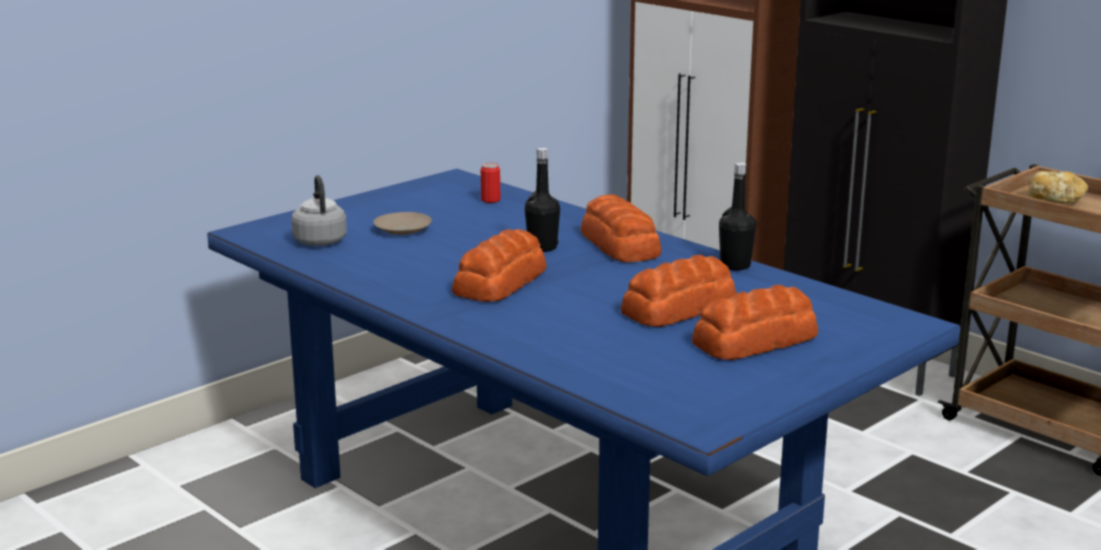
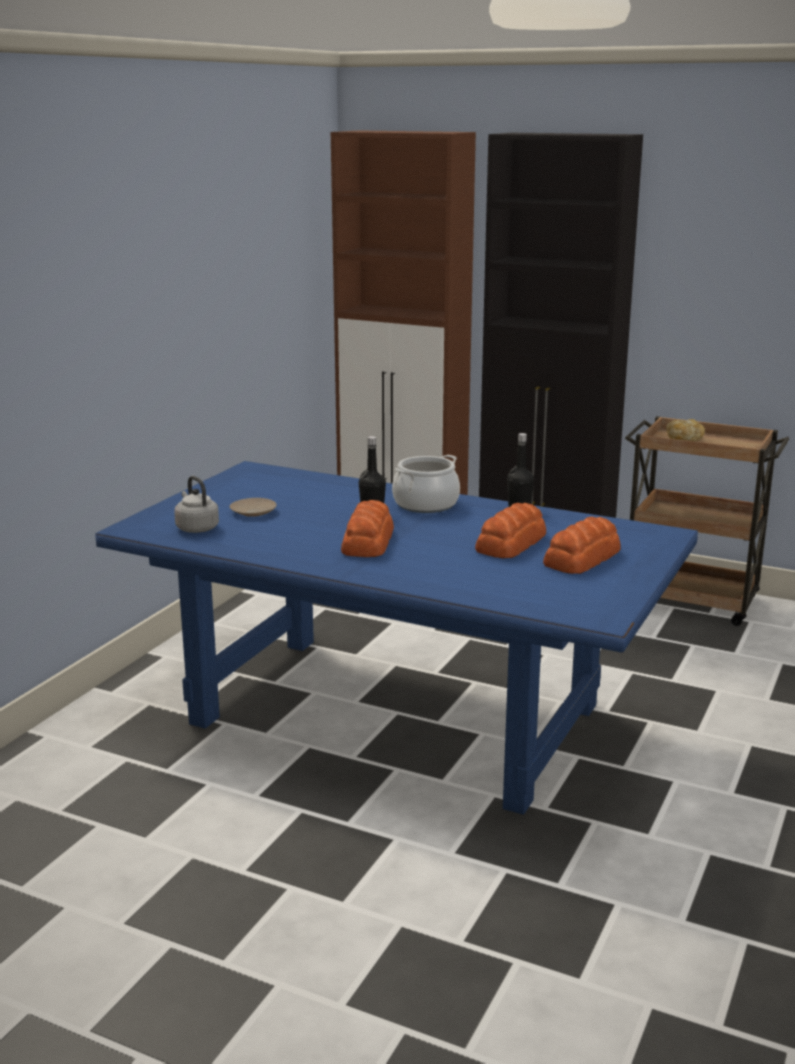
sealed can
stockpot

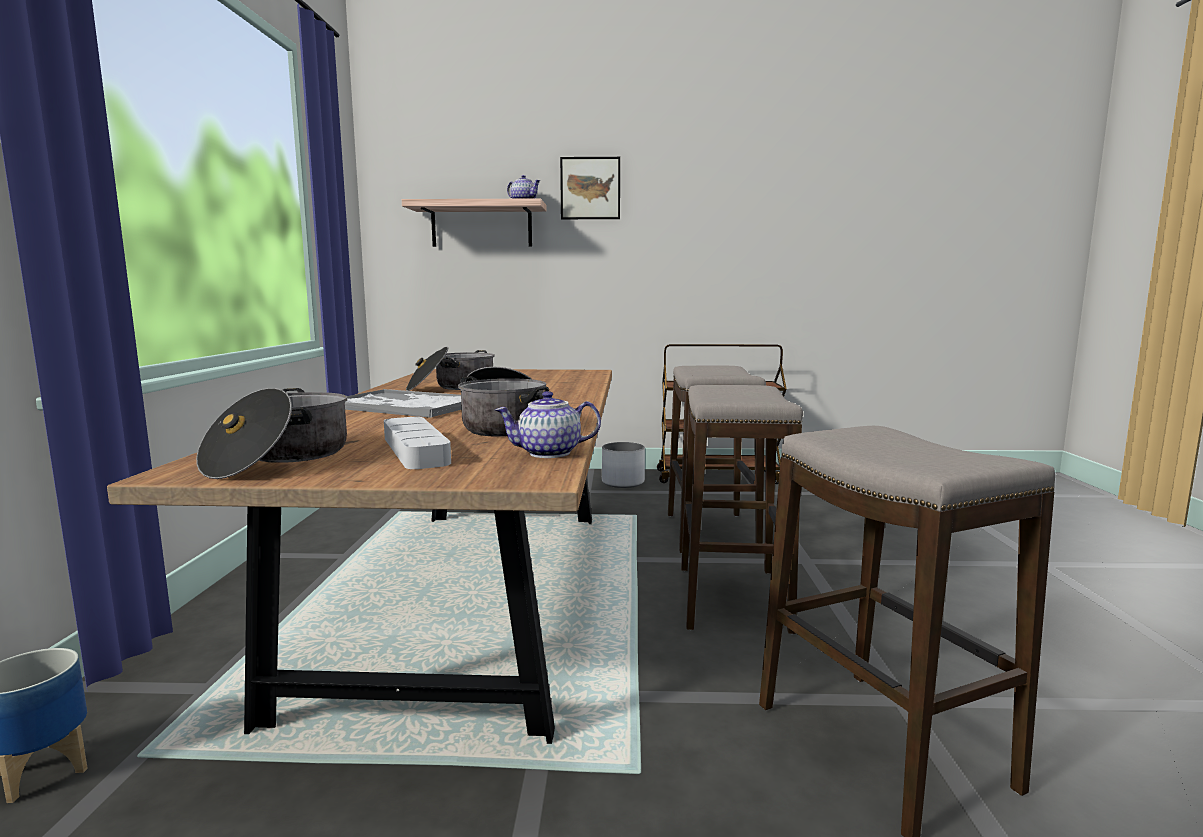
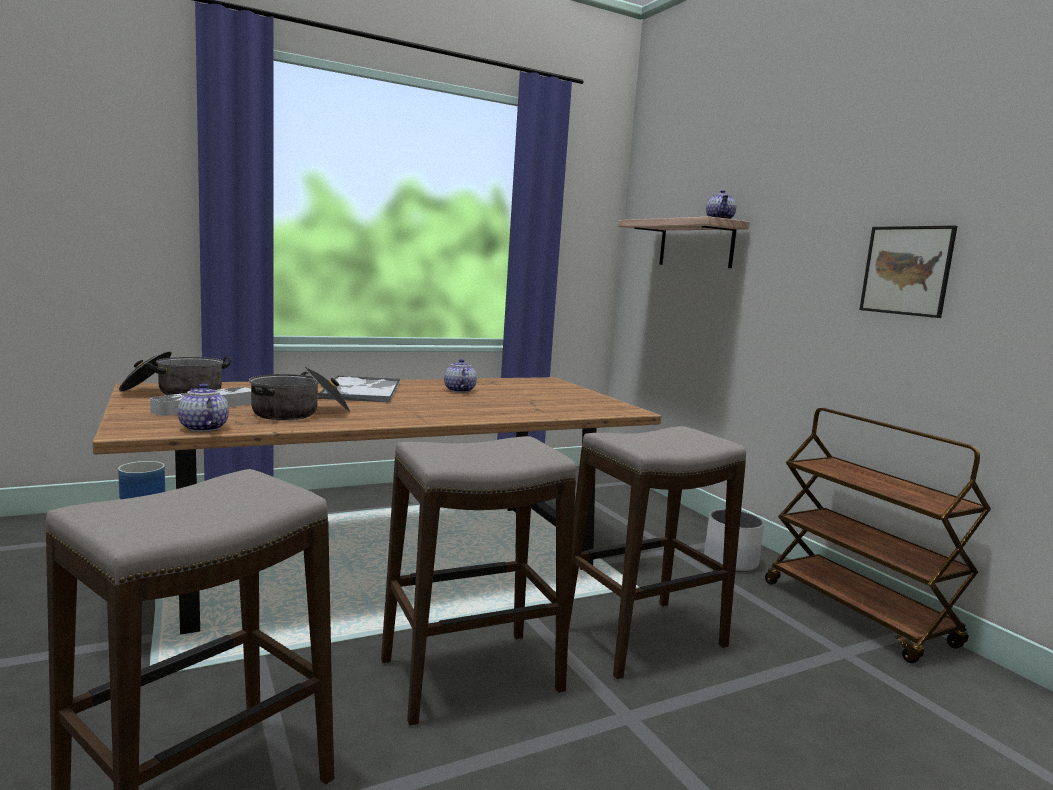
picture
teapot (no. 2 from left)

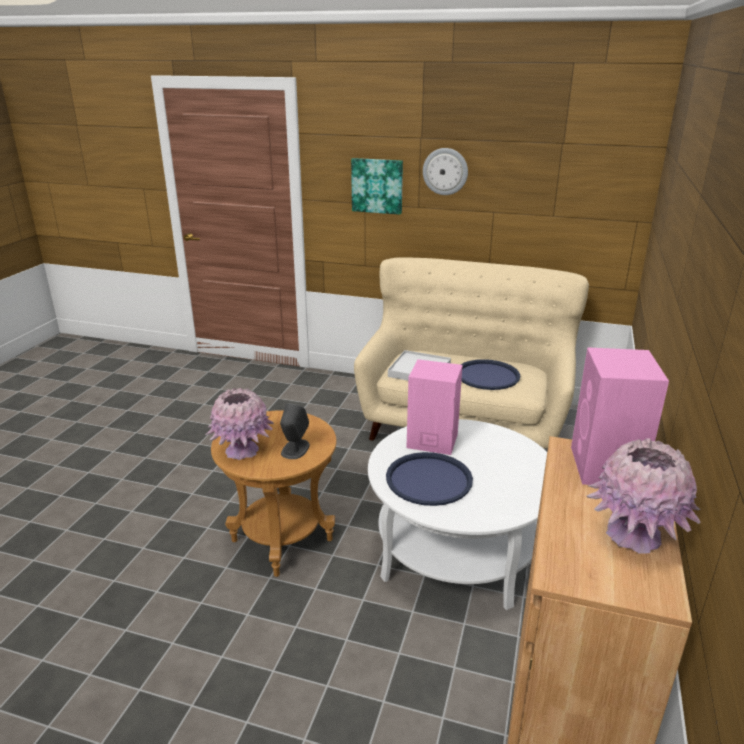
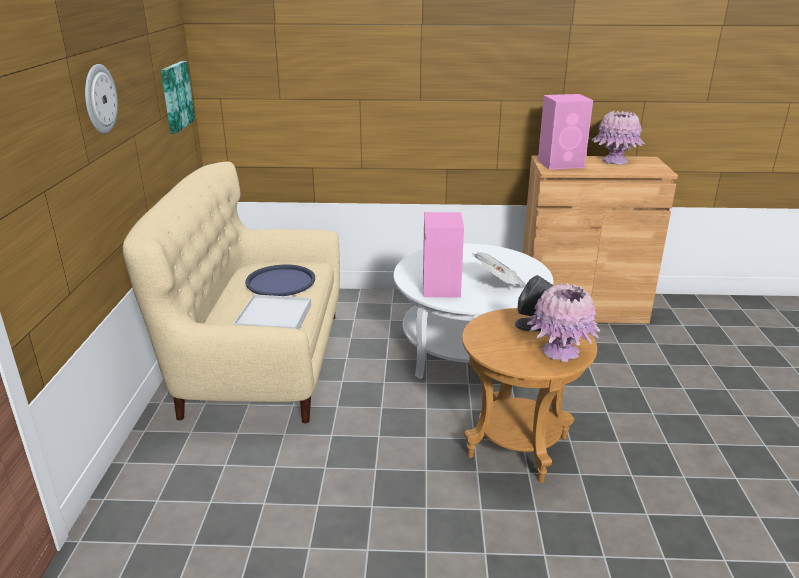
picture
printed paper

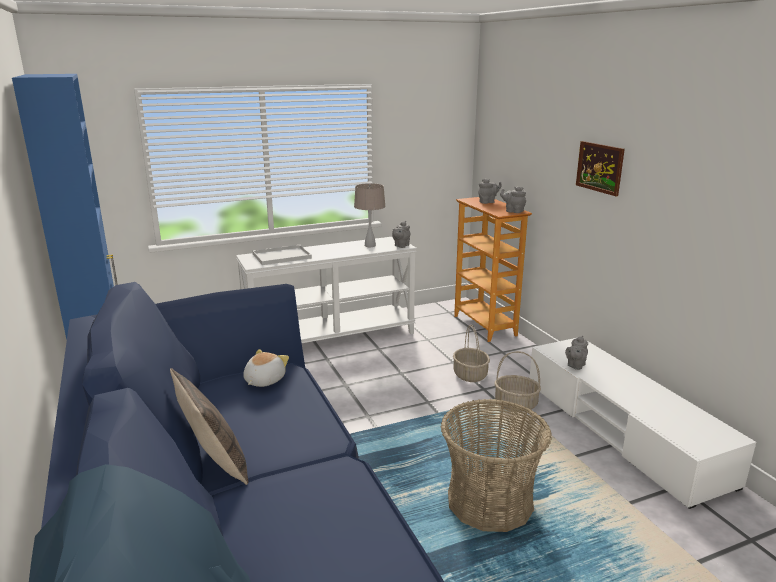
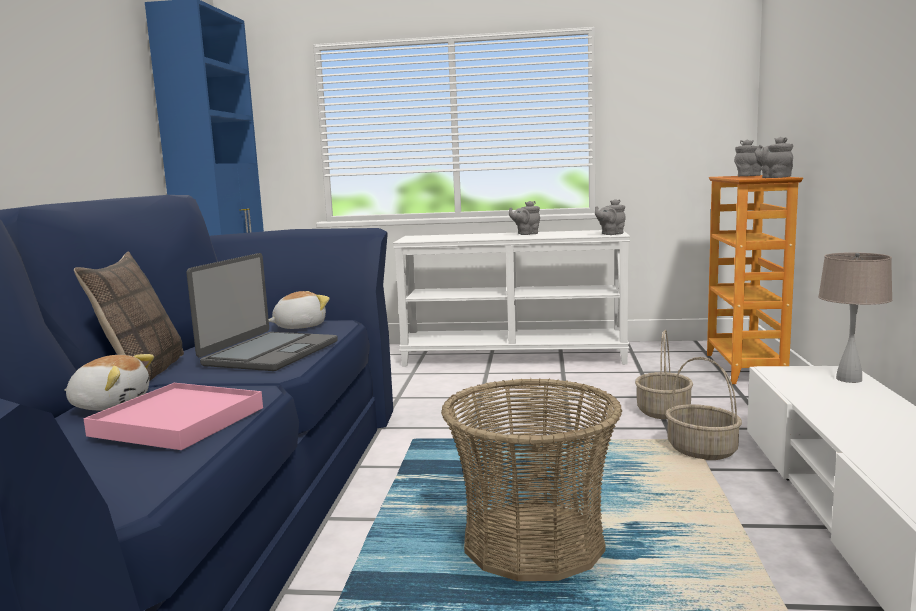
picture
beige table lamp
white-coloured carrying tray
gray teapot (no. 1 from left)
notebook computer
cuddly toy (no. 1 from left)
pinkish carrying tray

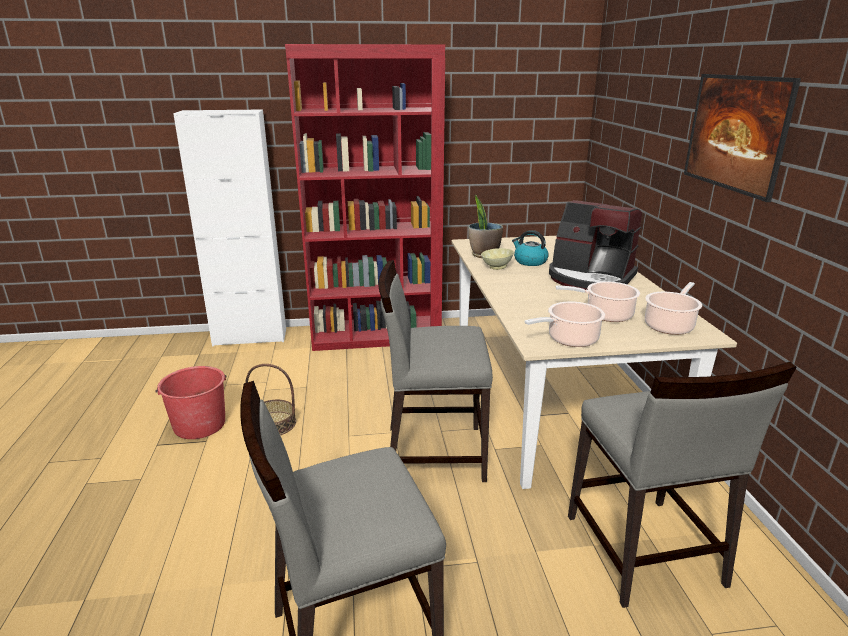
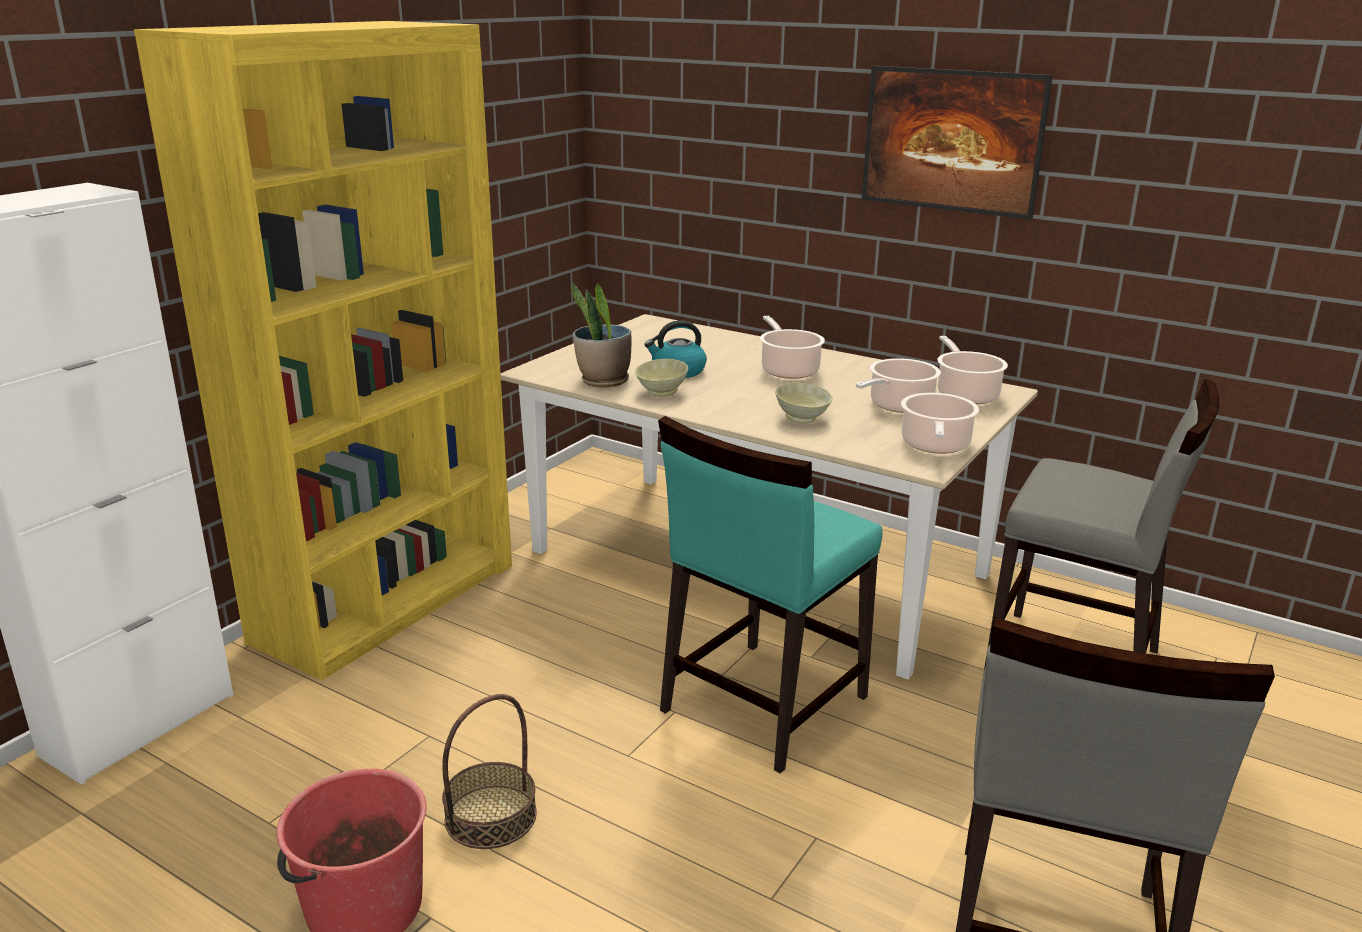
yellow-coloured shelving unit
stockpot (no. 1 from left)
turquoise chair
beige serving bowl (no. 2 from left)

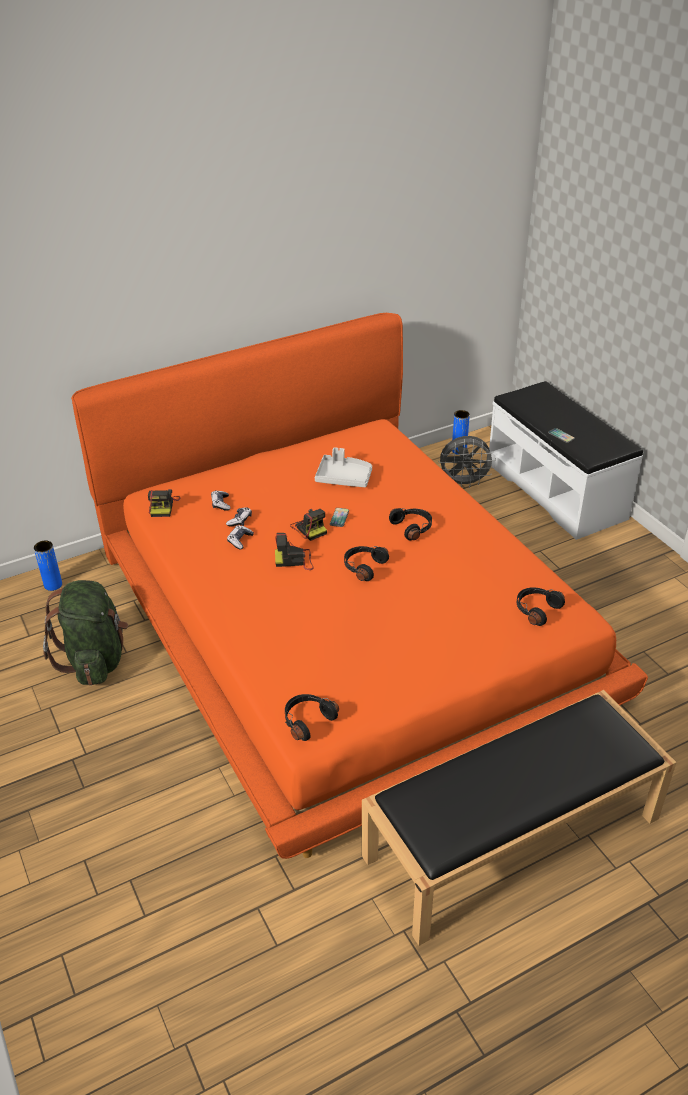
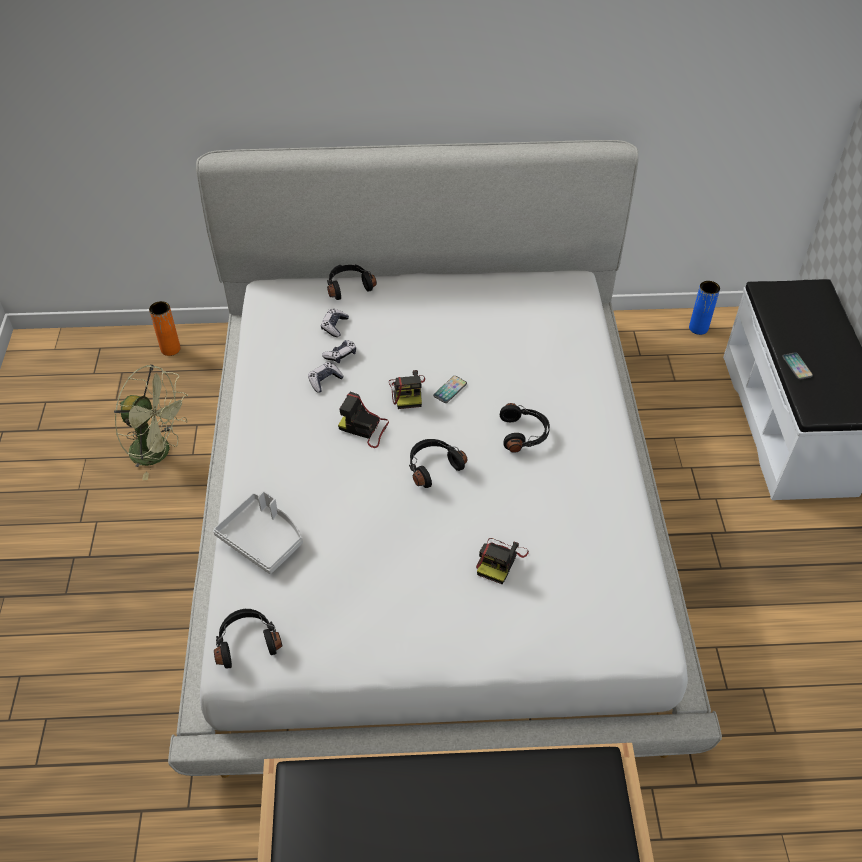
white-coloured sleeping bed
gray electric fan
gray carrying tray
still camera (no. 3 from left)
orange-coloured flower vase
green-coloured electric fan
blackish headset (no. 2 from left)

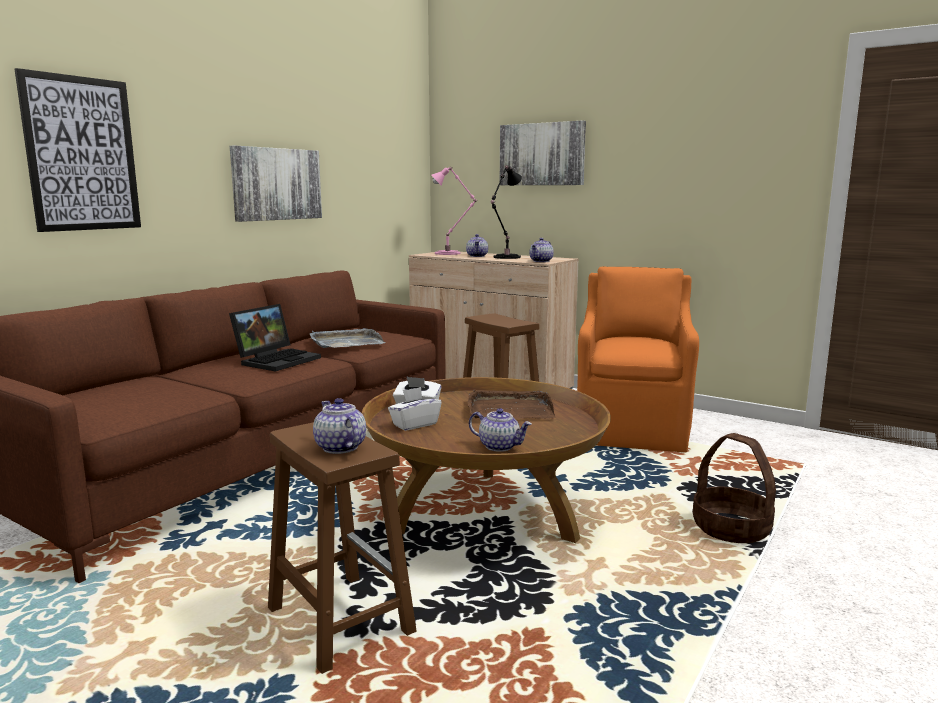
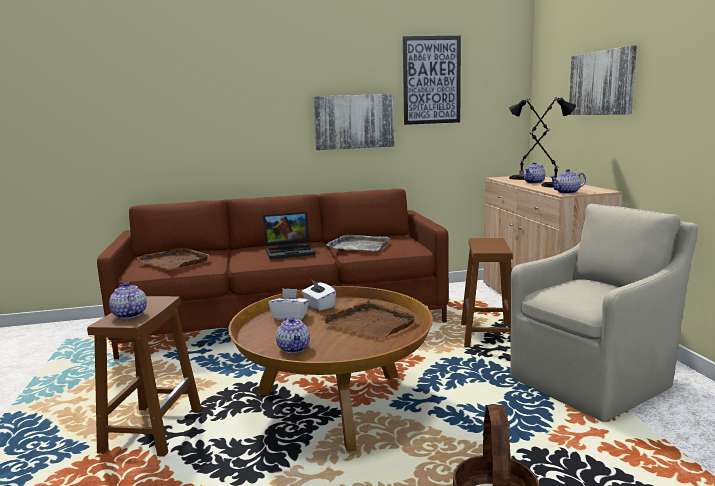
picture (no. 2 from left)
blackish table lamp (no. 1 from left)
beige lounge chair
teapot (no. 1 from left)
brownish carrying tray (no. 1 from left)

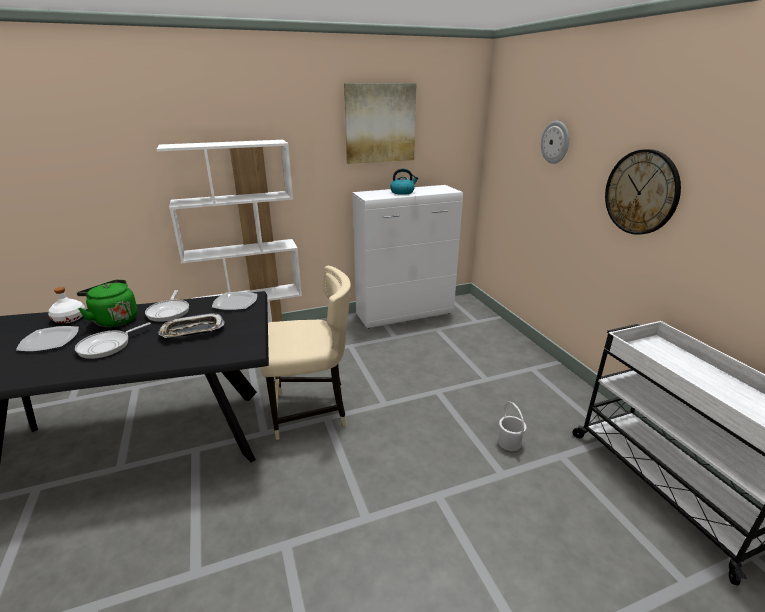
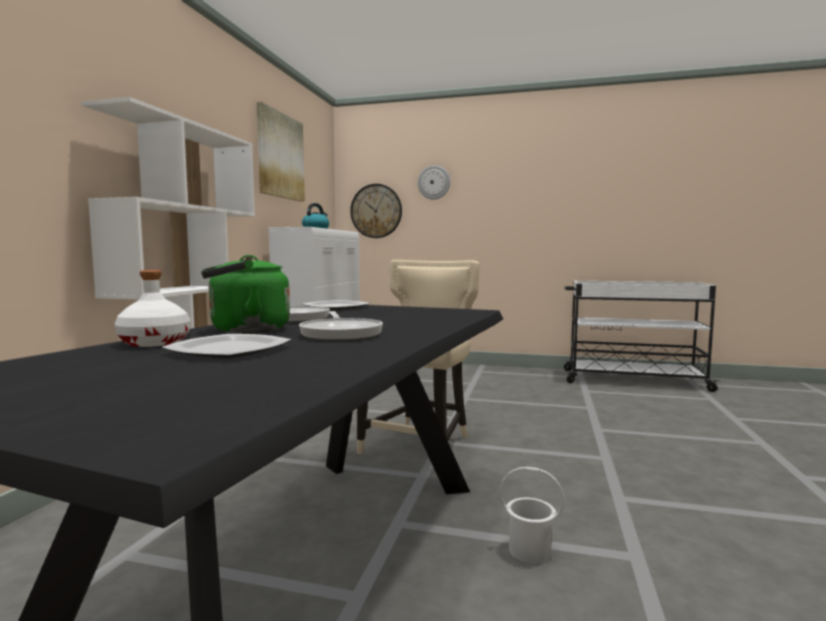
wall clock (no. 1 from left)
carrying tray
white-coloured pail

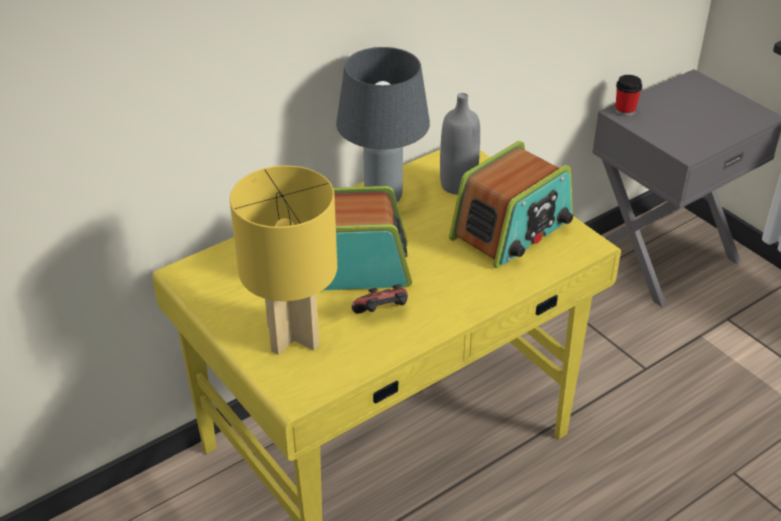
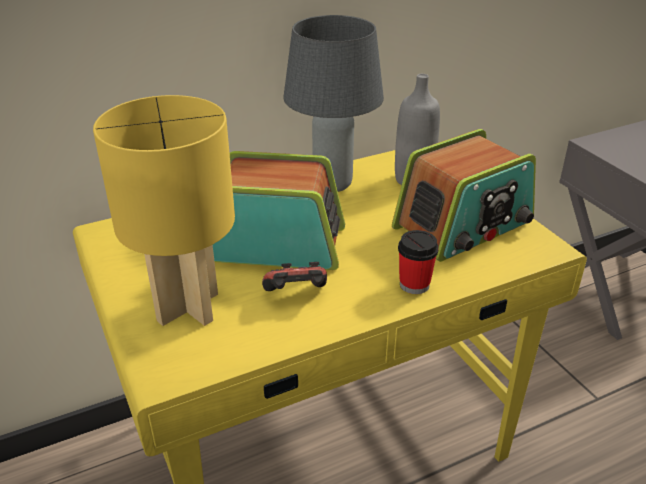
drinking cup

